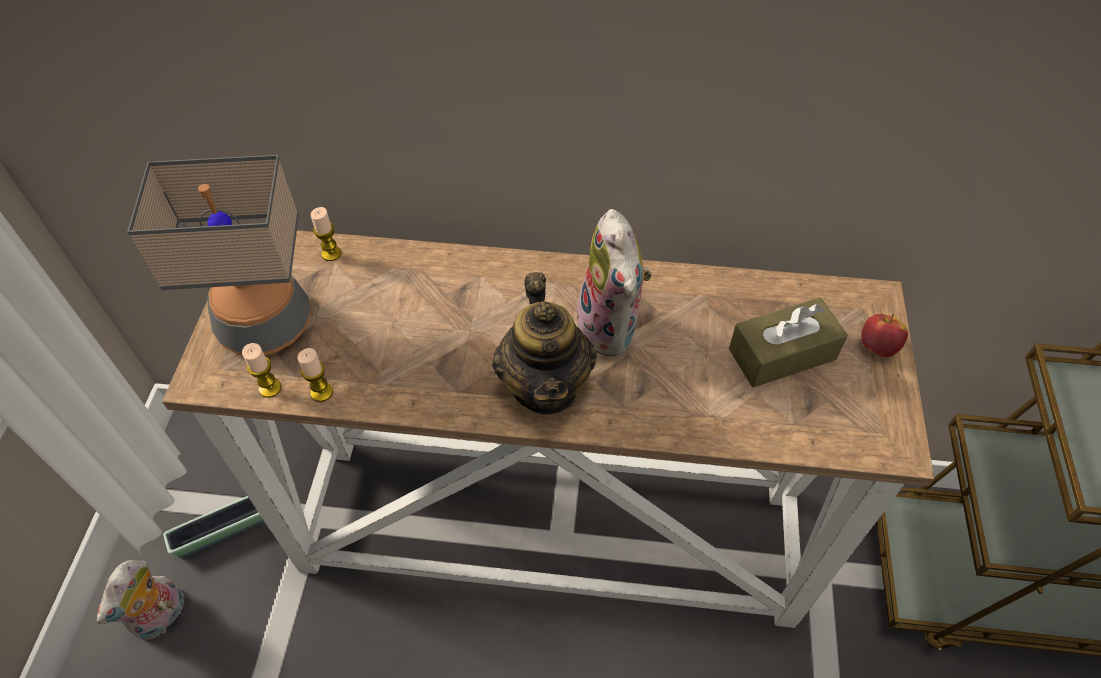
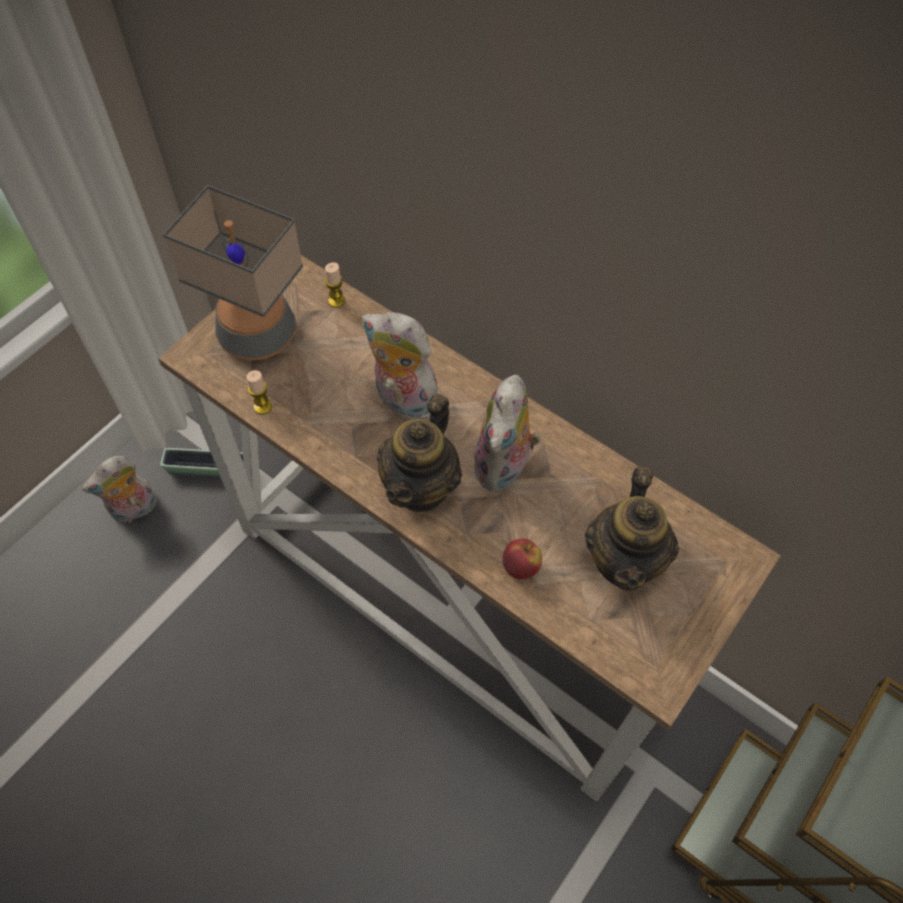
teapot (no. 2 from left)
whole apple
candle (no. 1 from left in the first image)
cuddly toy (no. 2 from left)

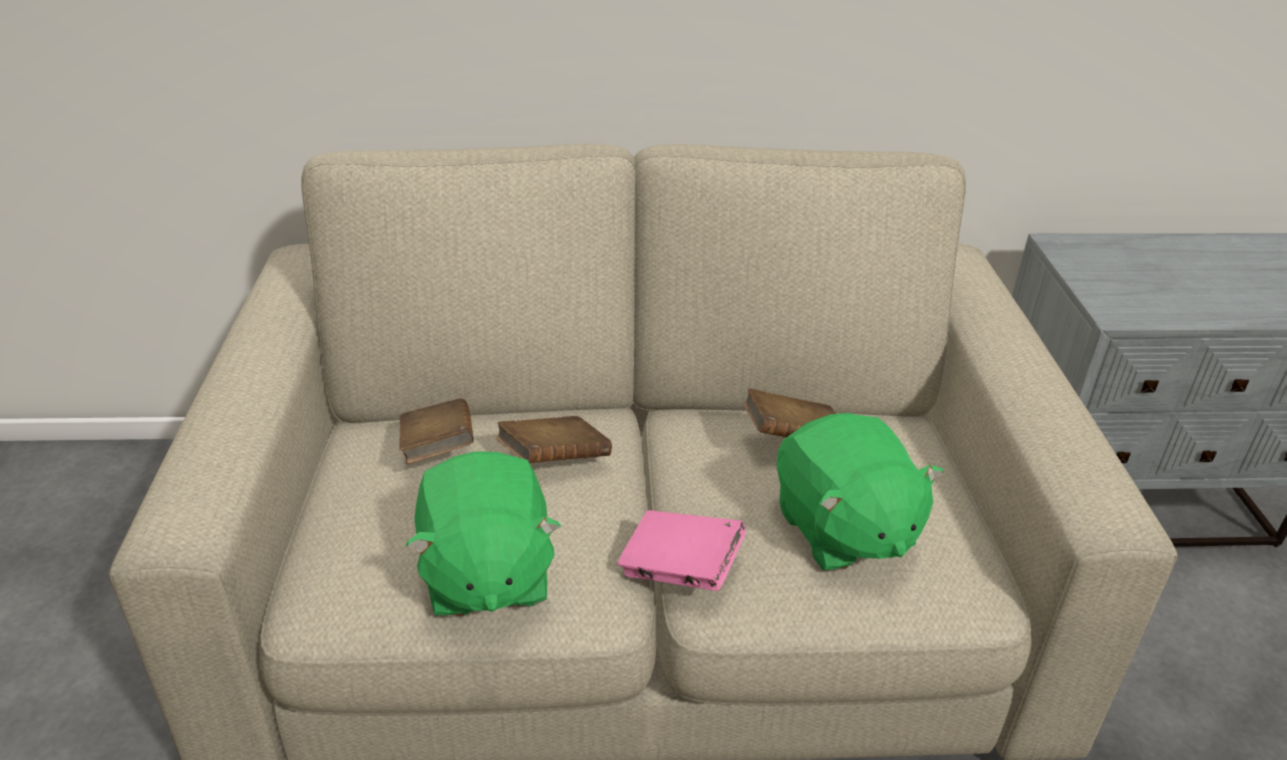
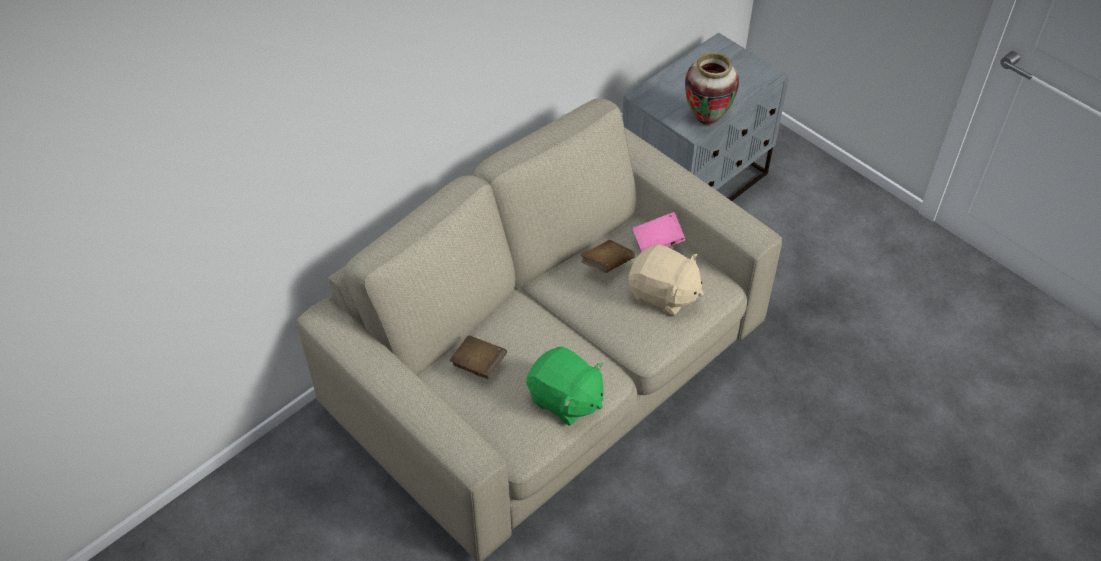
beige cuddly toy
brownish book (no. 2 from left in the first image)
pinkish book
flower vase

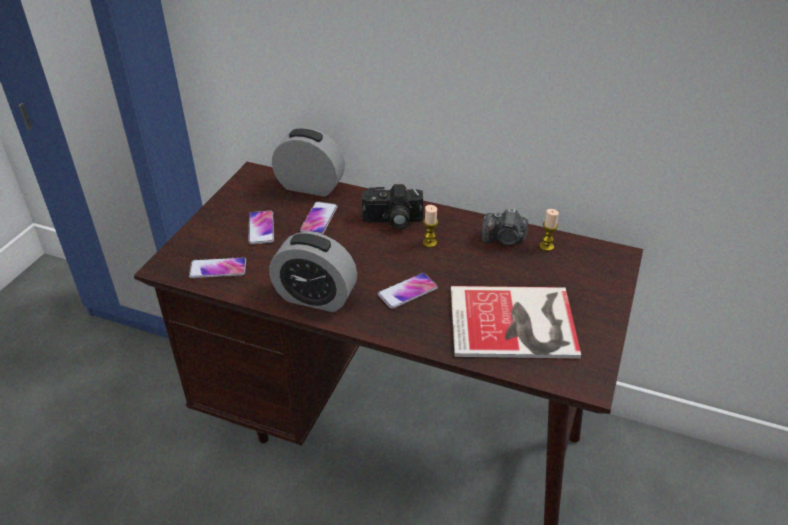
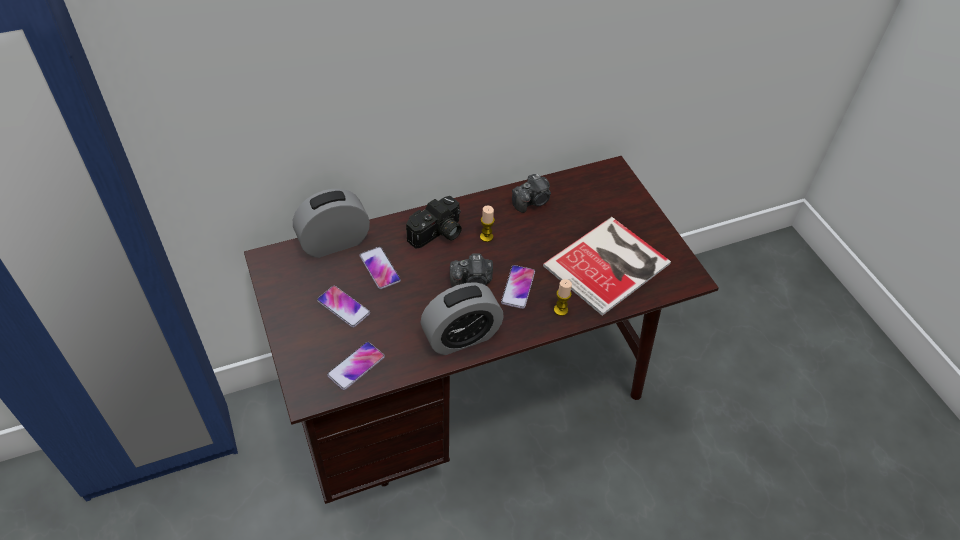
candle (no. 2 from left)
still camera (no. 2 from left)

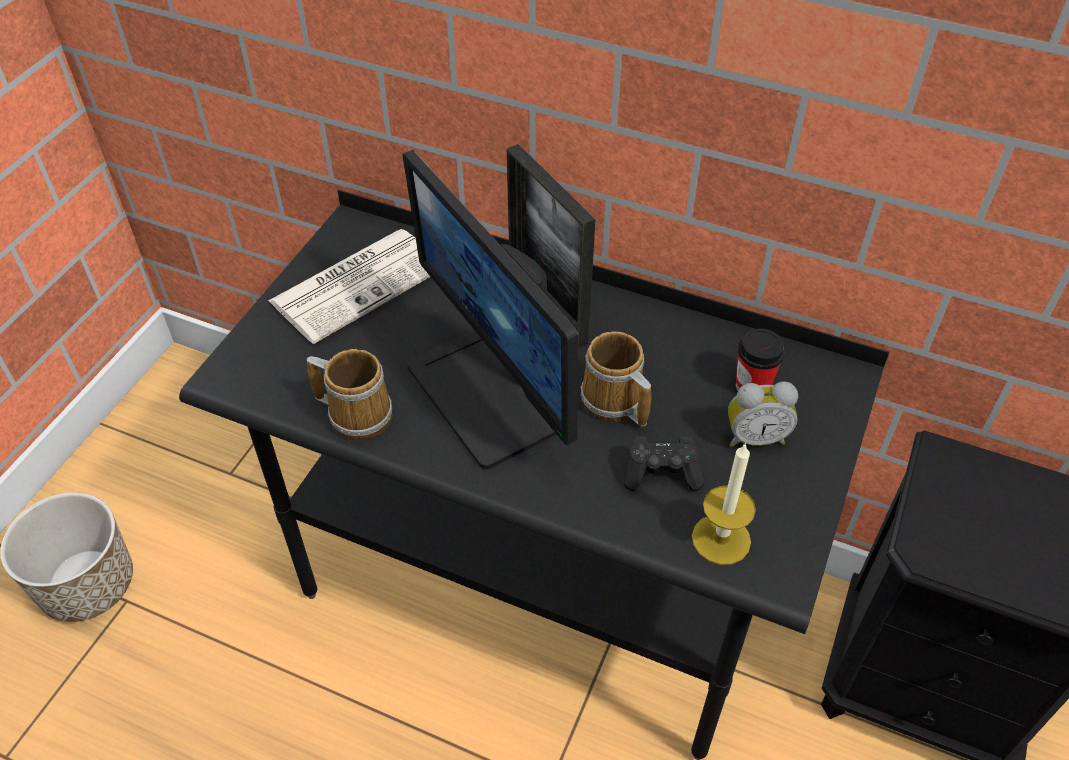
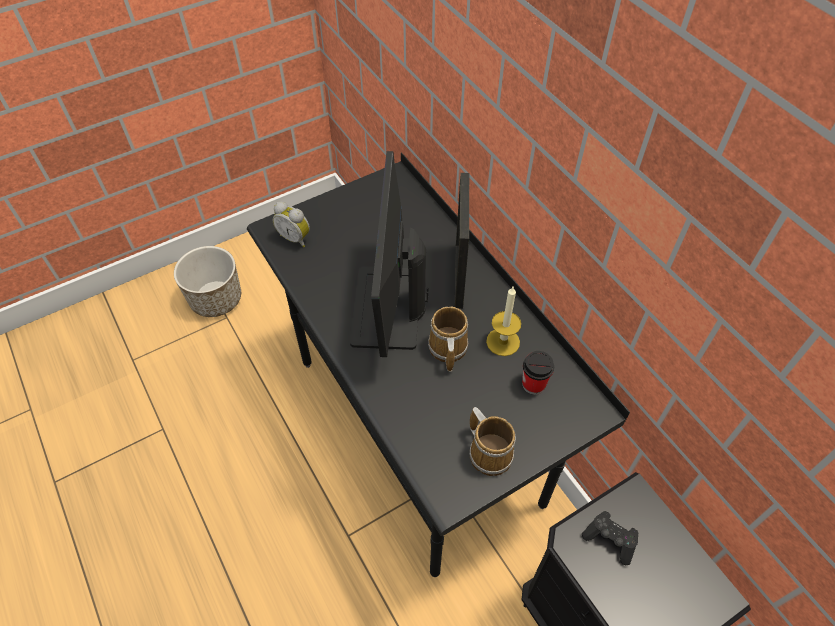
printed paper
coffee mug (no. 2 from left)
bedside clock
blackish joypad
candle

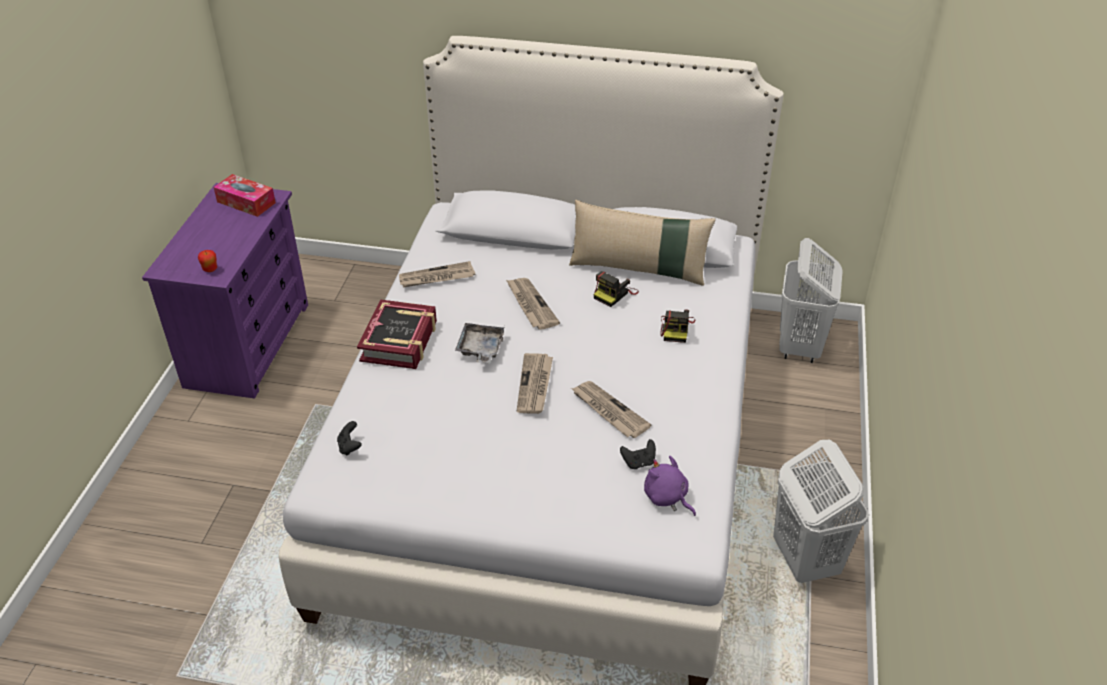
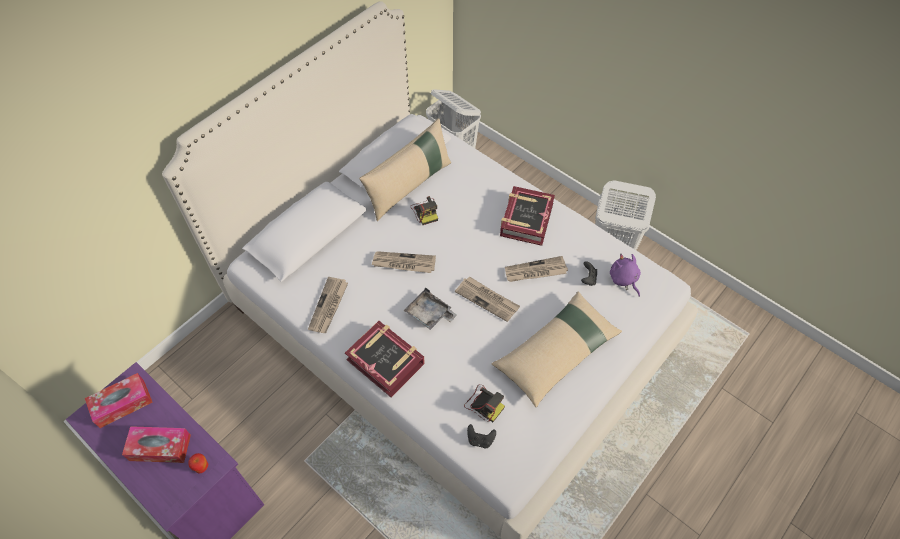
still camera (no. 2 from left)
purple cuddly toy
book (no. 2 from left)
beige pillow (no. 2 from left)
tissue box (no. 2 from left)

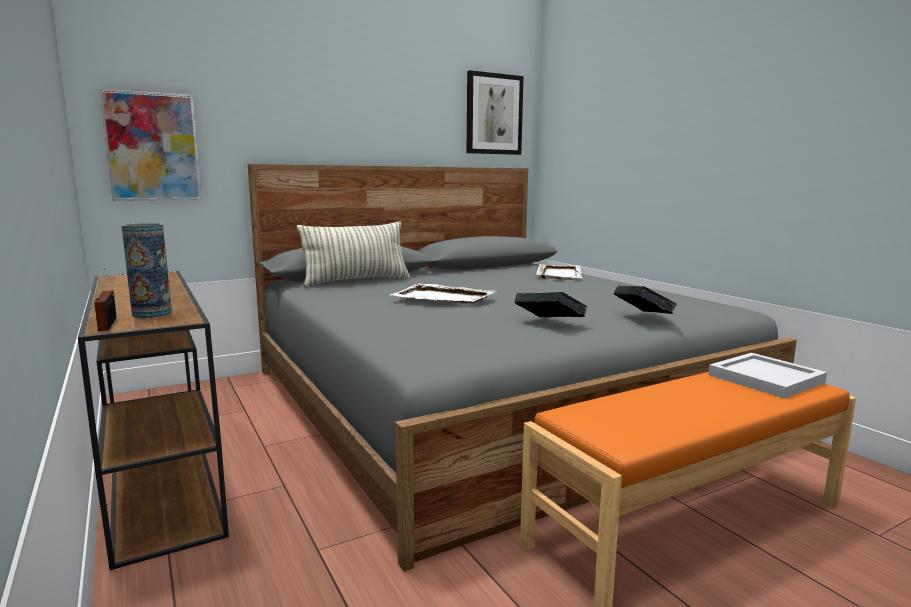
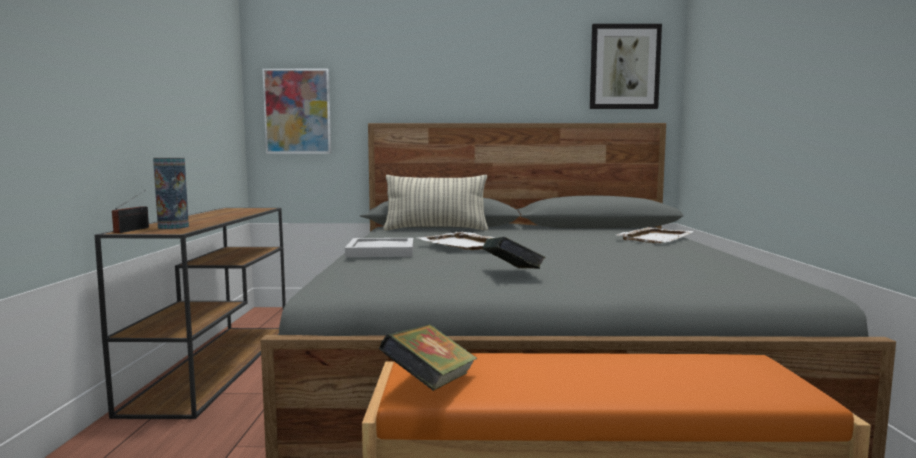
book (no. 1 from left)
white-coloured carrying tray (no. 1 from left)

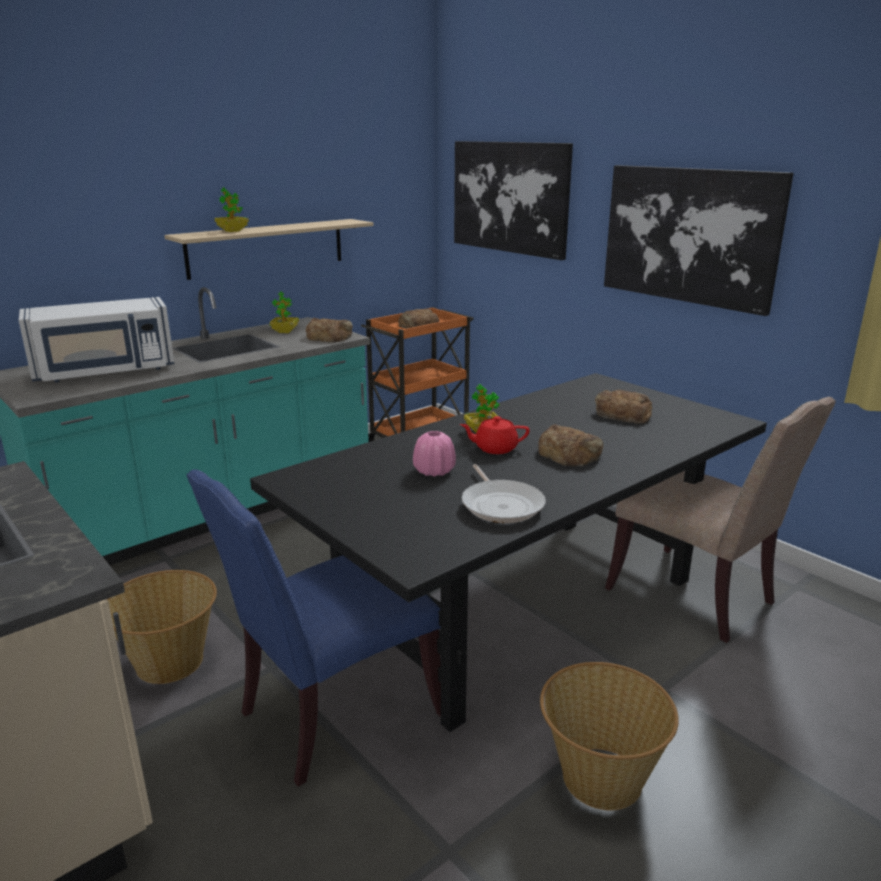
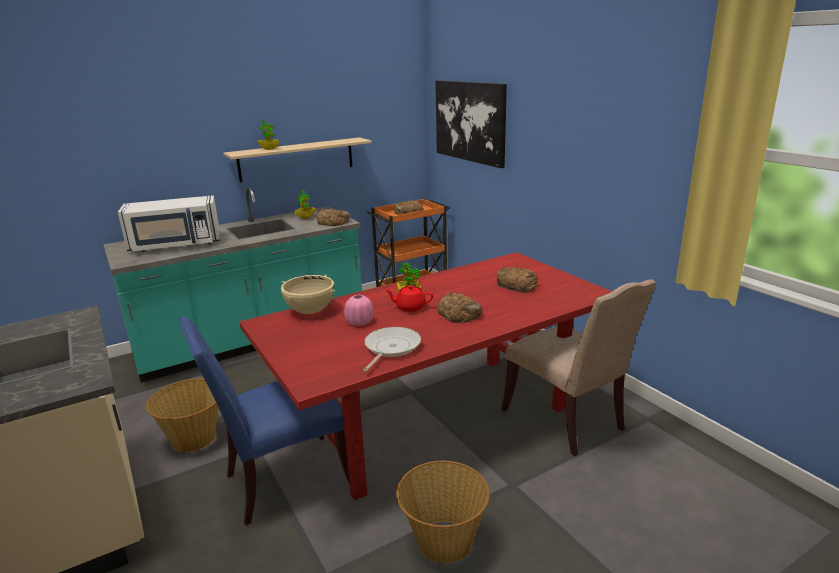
picture (no. 2 from left in the first image)
red dinner table
frying pan
beige stockpot

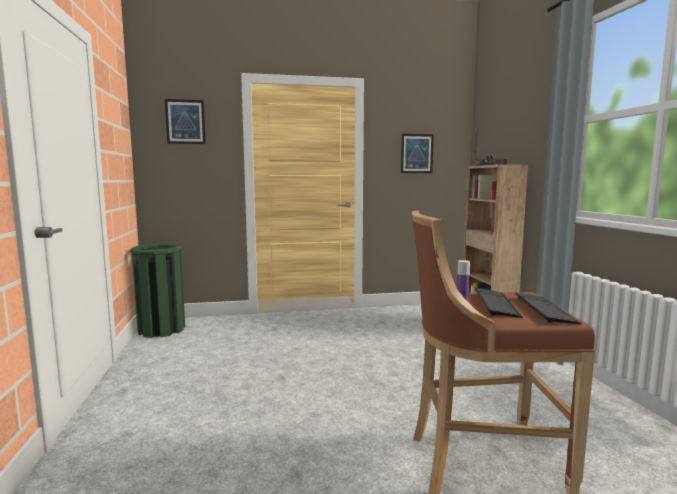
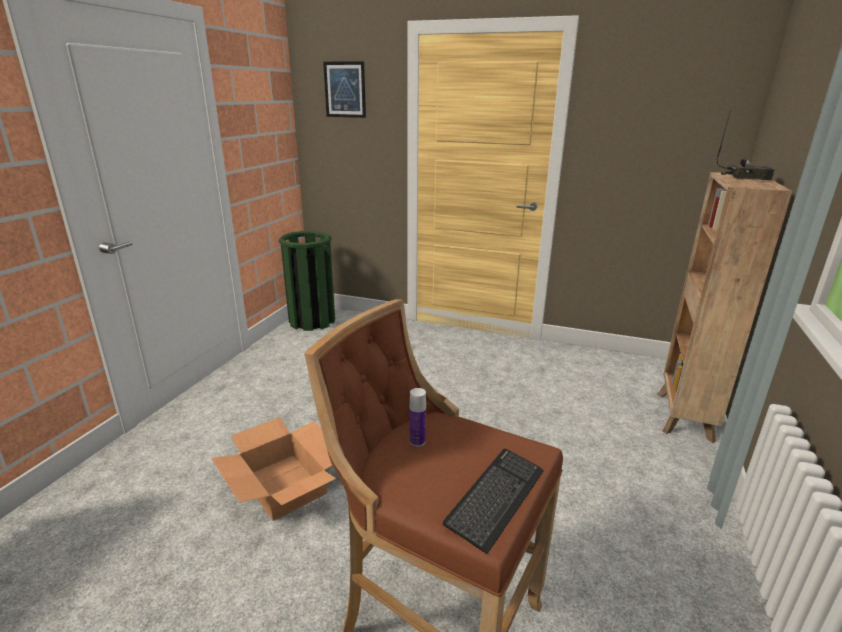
picture (no. 2 from left in the first image)
PC keyboard (no. 1 from left in the first image)
carton

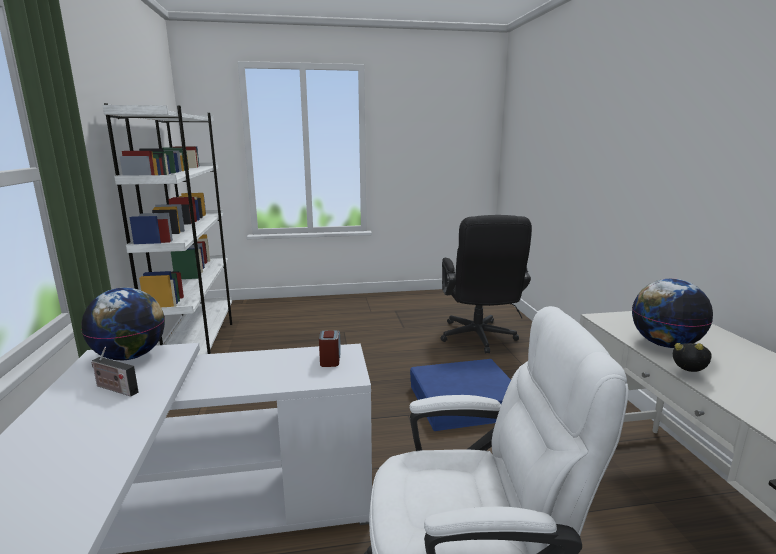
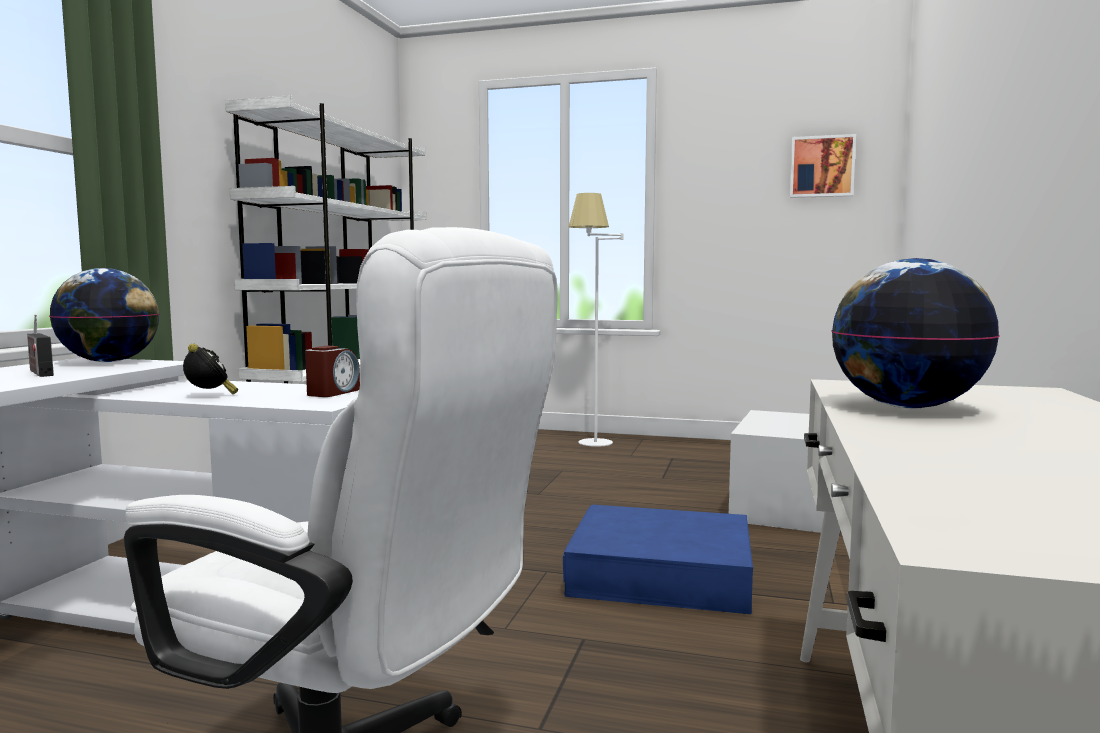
white-coloured storage container
bedside clock (no. 1 from left)
picture
white-coloured standard lamp

